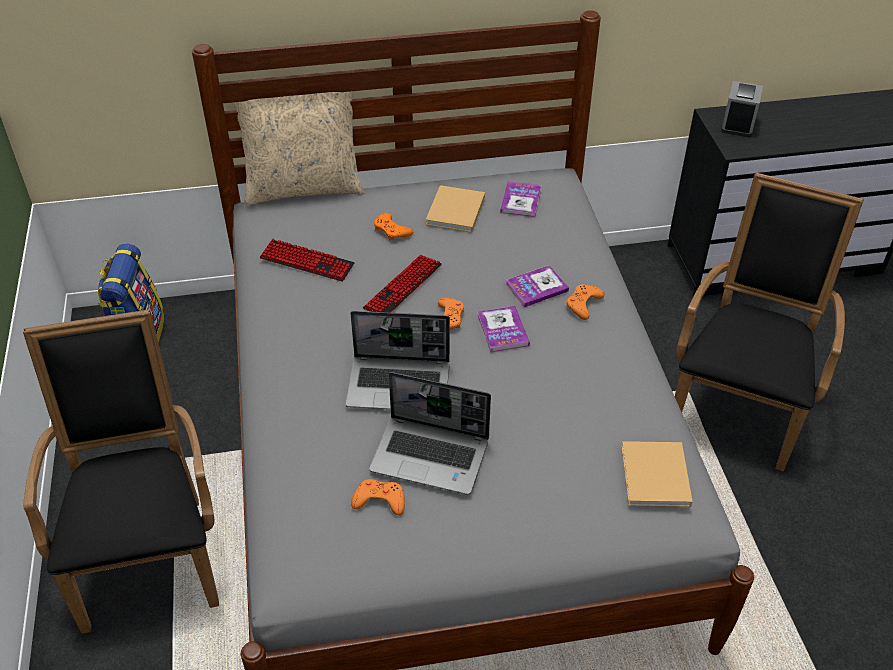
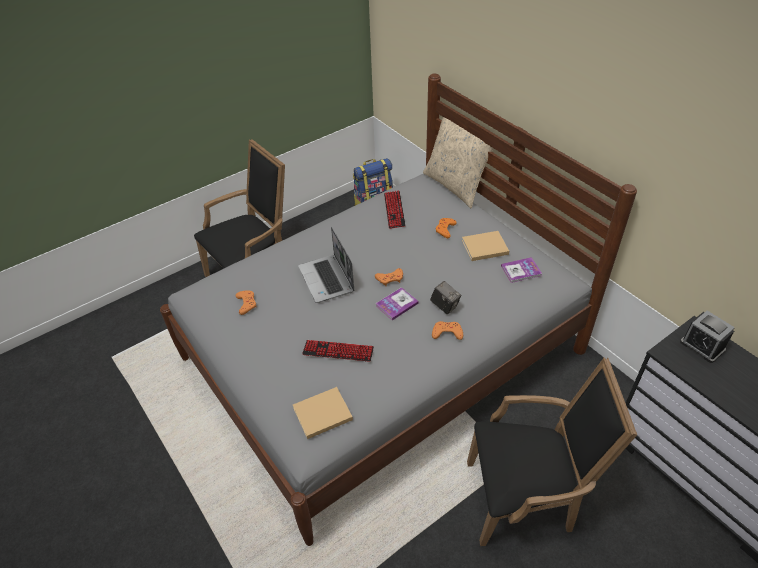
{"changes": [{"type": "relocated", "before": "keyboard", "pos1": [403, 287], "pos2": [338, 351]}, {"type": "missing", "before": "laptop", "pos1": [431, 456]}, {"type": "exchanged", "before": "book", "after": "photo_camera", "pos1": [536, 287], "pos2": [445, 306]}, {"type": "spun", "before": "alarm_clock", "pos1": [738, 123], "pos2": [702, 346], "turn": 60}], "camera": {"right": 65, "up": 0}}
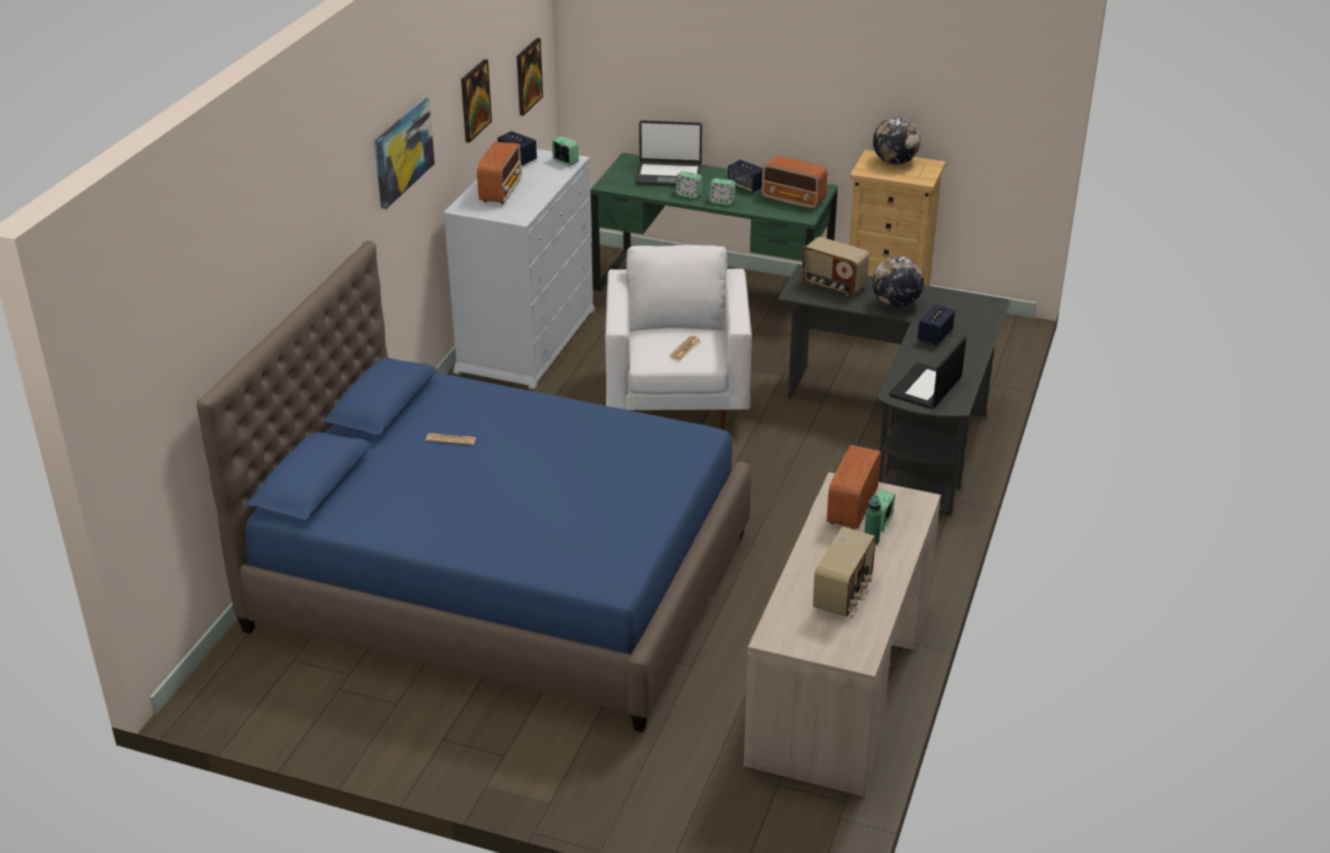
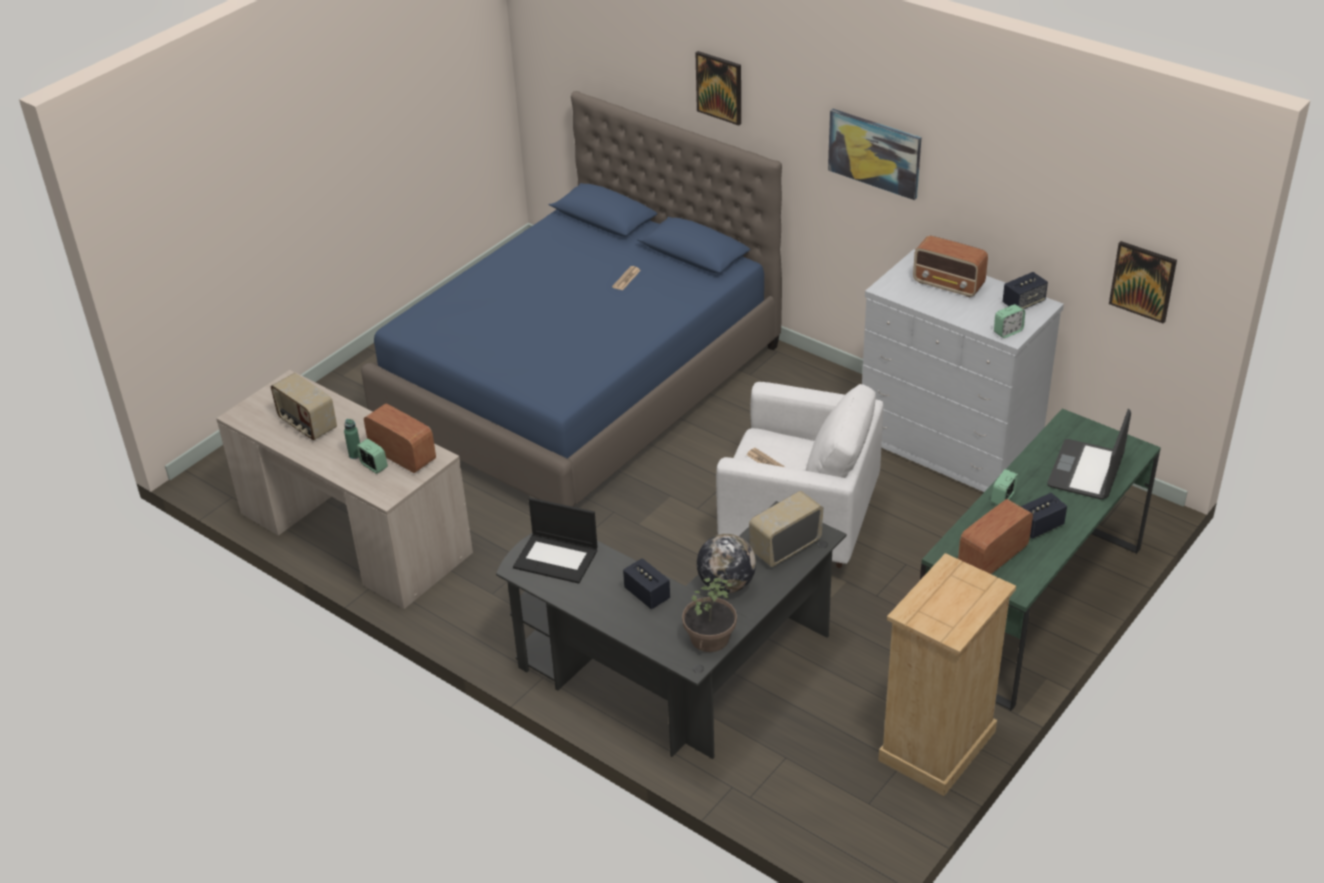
{"changes": [{"type": "relocated", "before": "picture", "pos1": [474, 100], "pos2": [719, 87]}, {"type": "missing", "before": "alarm_clock", "pos1": [688, 195]}, {"type": "missing", "before": "globe", "pos1": [894, 162]}, {"type": "spun", "before": "laptop", "pos1": [926, 387], "pos2": [557, 558], "turn": 150}, {"type": "appeared", "after": "potted_plant", "pos2": [709, 638]}], "camera": {"right": 110, "up": 5}}
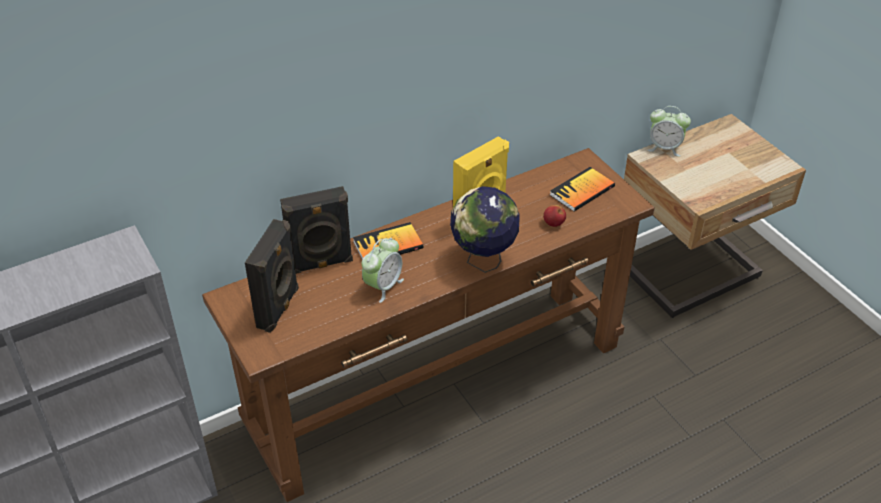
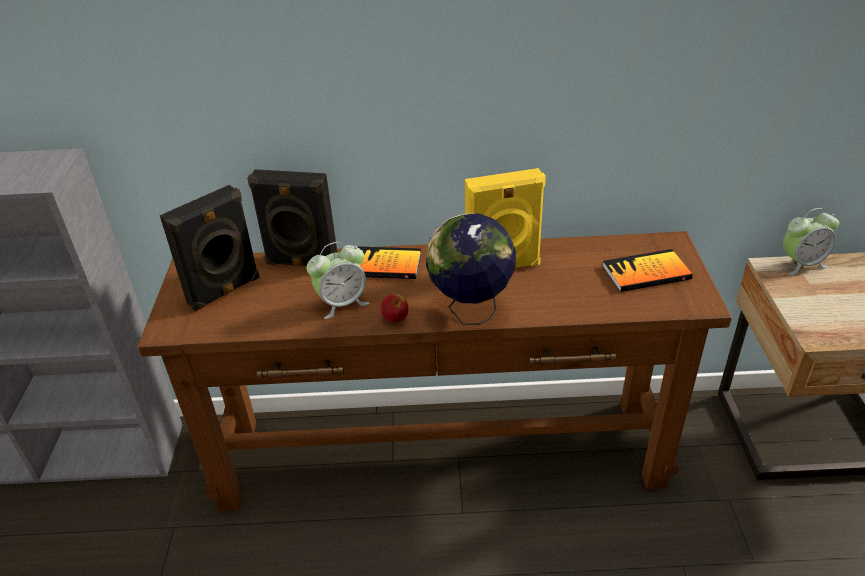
{"changes": [{"type": "relocated", "before": "apple", "pos1": [553, 224], "pos2": [395, 319]}, {"type": "spun", "before": "alarm_clock", "pos1": [665, 148], "pos2": [801, 264], "turn": -60}], "camera": {"right": 30, "up": -5}}
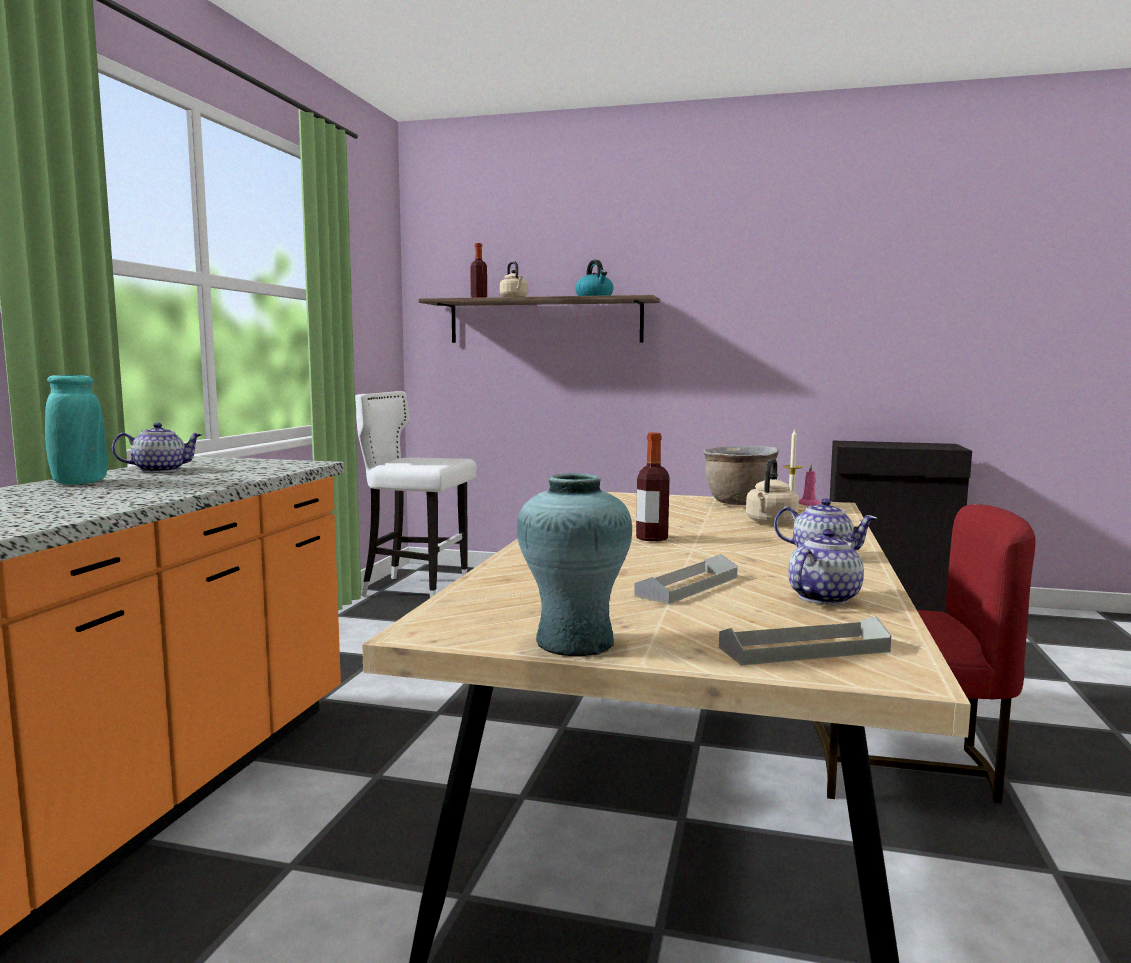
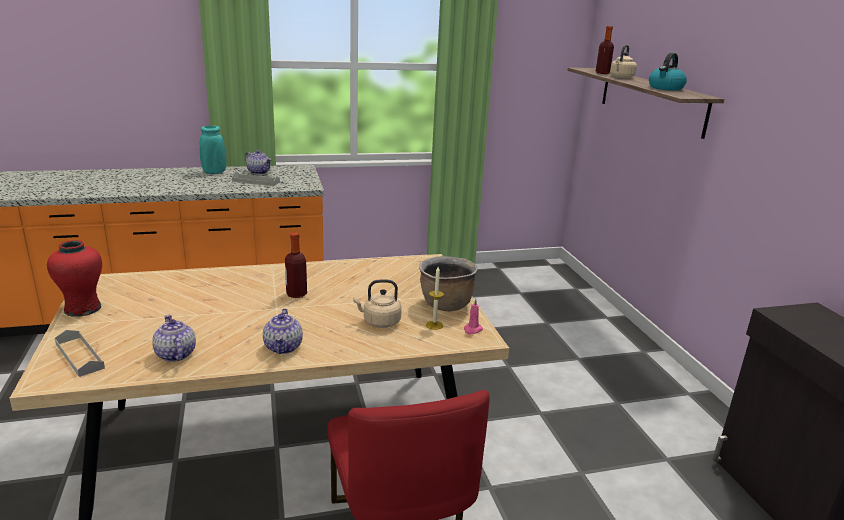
{"changes": [{"type": "missing", "before": "white_stool", "pos1": [417, 589]}, {"type": "colour", "before": "turquoise_vase", "after": "red_vase", "pos1": [574, 642], "pos2": [82, 308]}, {"type": "relocated", "before": "grey_tray", "pos1": [687, 586], "pos2": [256, 181]}, {"type": "spun", "before": "teapot", "pos1": [823, 597], "pos2": [175, 354], "turn": -135}], "camera": {"right": 60, "up": 15}}
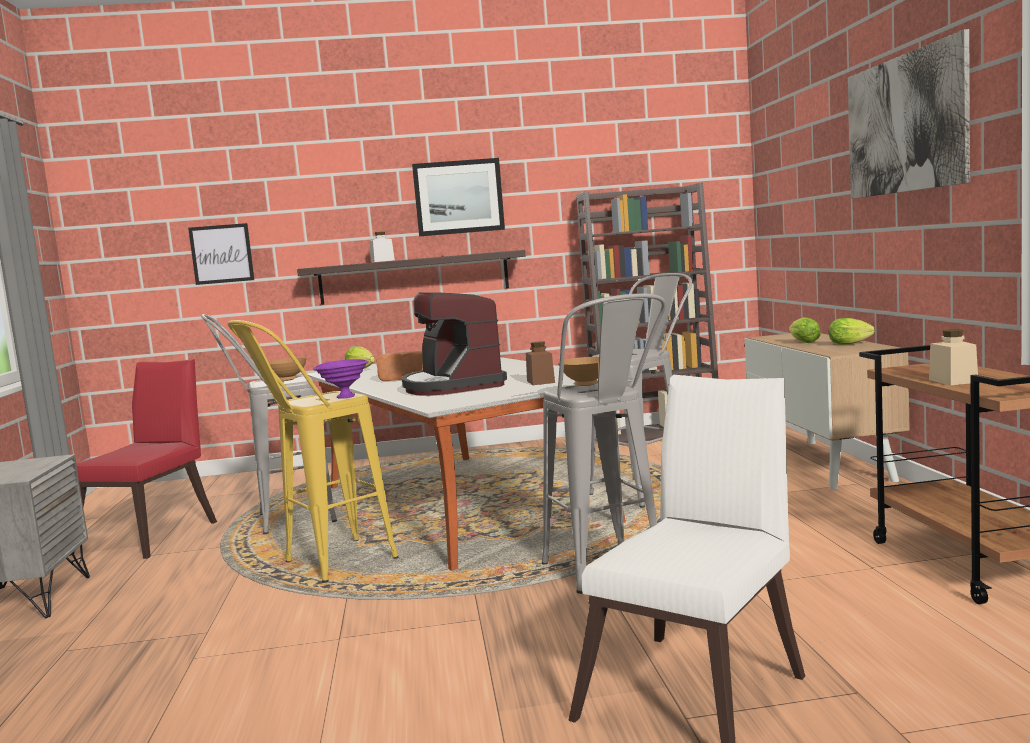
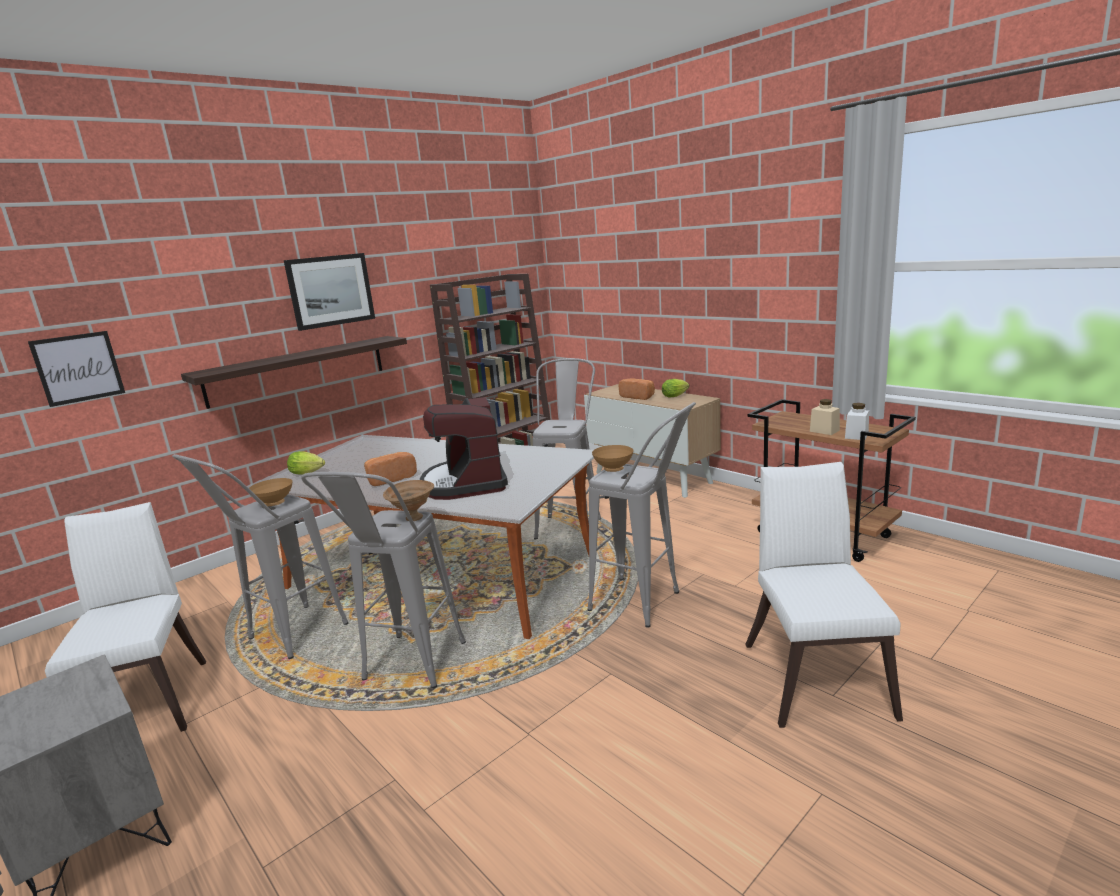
{"changes": [{"type": "colour", "before": "red_chair", "after": "white_chair", "pos1": [153, 535], "pos2": [145, 700]}, {"type": "colour", "before": "yellow_stool", "after": "grey_stool", "pos1": [325, 566], "pos2": [408, 671]}, {"type": "colour", "before": "purple_bowl", "after": "brown_bowl", "pos1": [344, 397], "pos2": [413, 518]}, {"type": "relocated", "before": "white_jar", "pos1": [382, 261], "pos2": [856, 435]}, {"type": "spun", "before": "coffee_machine", "pos1": [452, 386], "pos2": [465, 483], "turn": 45}, {"type": "missing", "before": "brown_jar", "pos1": [540, 382]}, {"type": "exchanged", "before": "lettuce", "after": "bread", "pos1": [802, 342], "pos2": [638, 397]}, {"type": "missing", "before": "picture", "pos1": [904, 124]}], "camera": {"right": -35, "up": 10}}
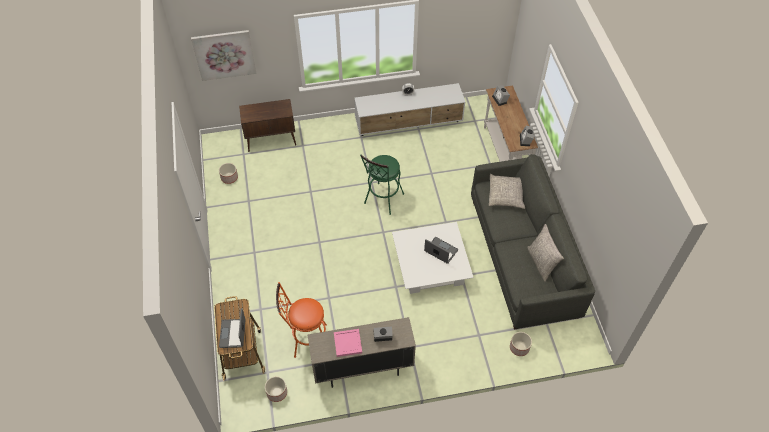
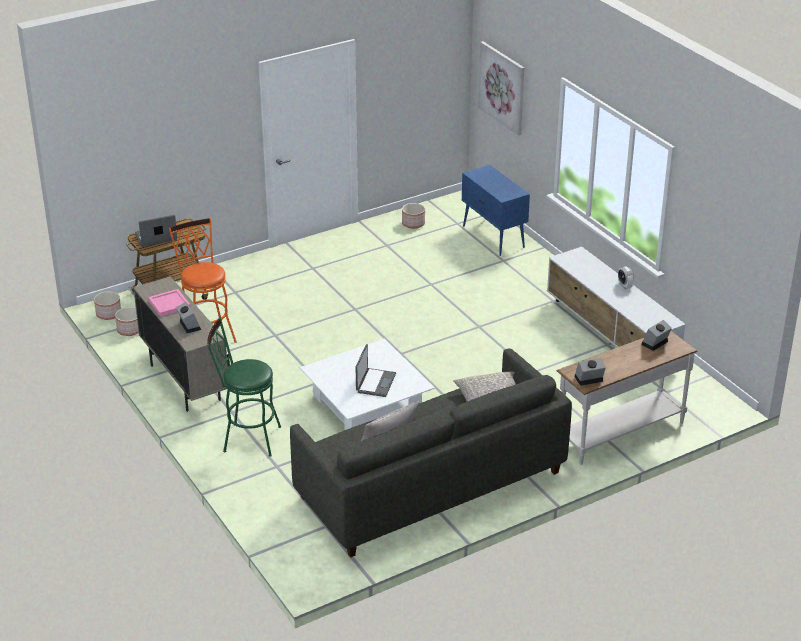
{"changes": [{"type": "colour", "before": "brown_cabinet", "after": "blue_cabinet", "pos1": [272, 140], "pos2": [494, 237]}, {"type": "relocated", "before": "green_stool", "pos1": [382, 201], "pos2": [247, 438]}, {"type": "relocated", "before": "planter", "pos1": [519, 348], "pos2": [108, 314]}], "camera": {"right": 70, "up": -20}}
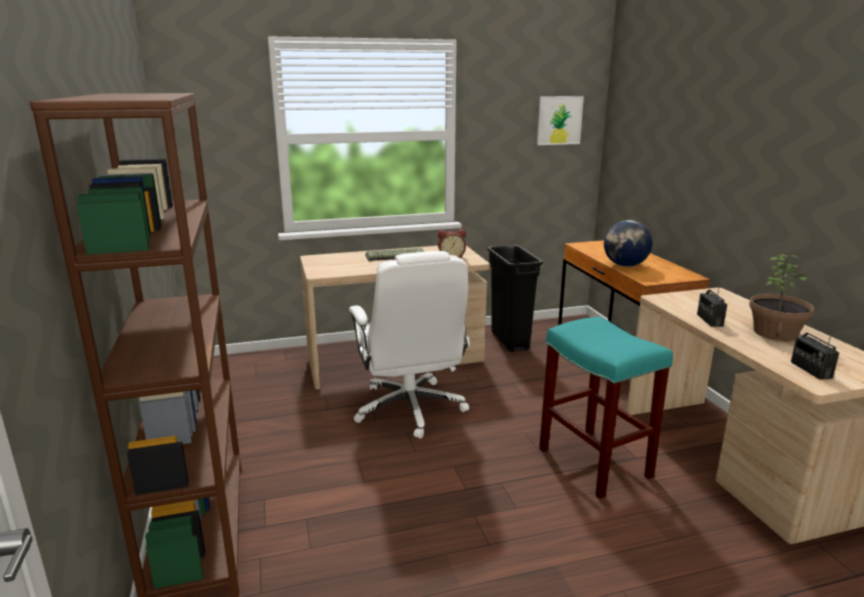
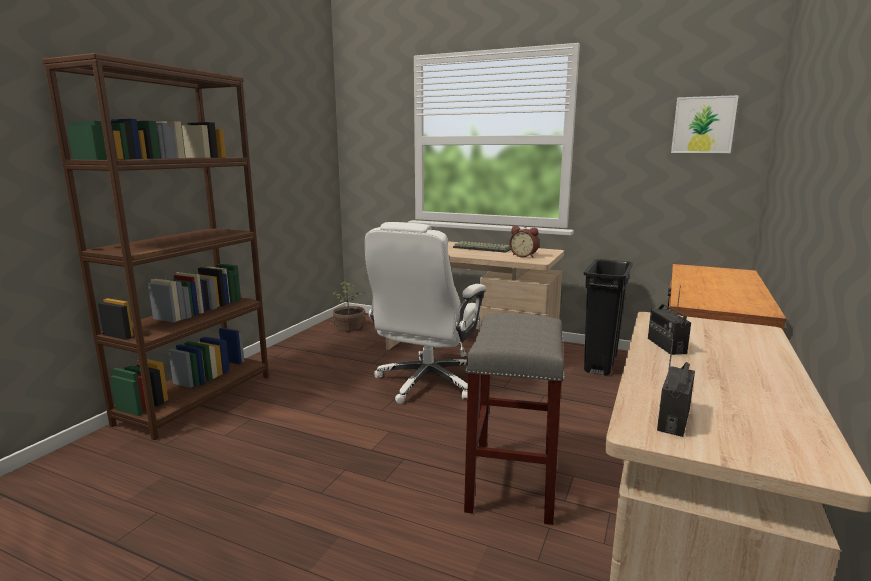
{"changes": [{"type": "colour", "before": "turquoise_stool", "after": "grey_stool", "pos1": [592, 462], "pos2": [511, 482]}, {"type": "missing", "before": "globe", "pos1": [625, 265]}, {"type": "spun", "before": "radio", "pos1": [709, 320], "pos2": [666, 346], "turn": -45}, {"type": "relocated", "before": "potted_plant", "pos1": [776, 333], "pos2": [349, 327]}], "camera": {"right": 40, "up": -5}}
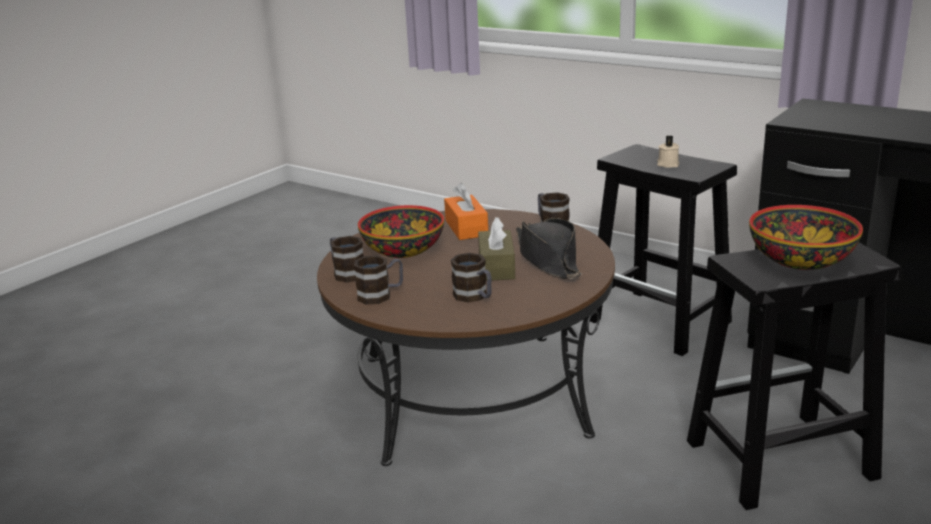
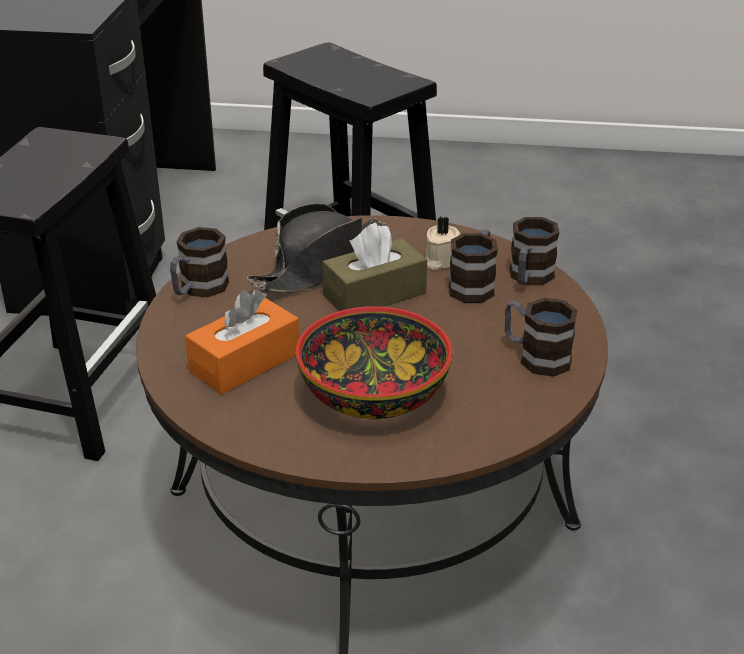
{"changes": [{"type": "relocated", "before": "mug", "pos1": [346, 273], "pos2": [528, 278]}, {"type": "relocated", "before": "beige_candle", "pos1": [667, 164], "pos2": [439, 261]}, {"type": "missing", "before": "bowl", "pos1": [799, 260]}], "camera": {"right": -120, "up": 10}}
